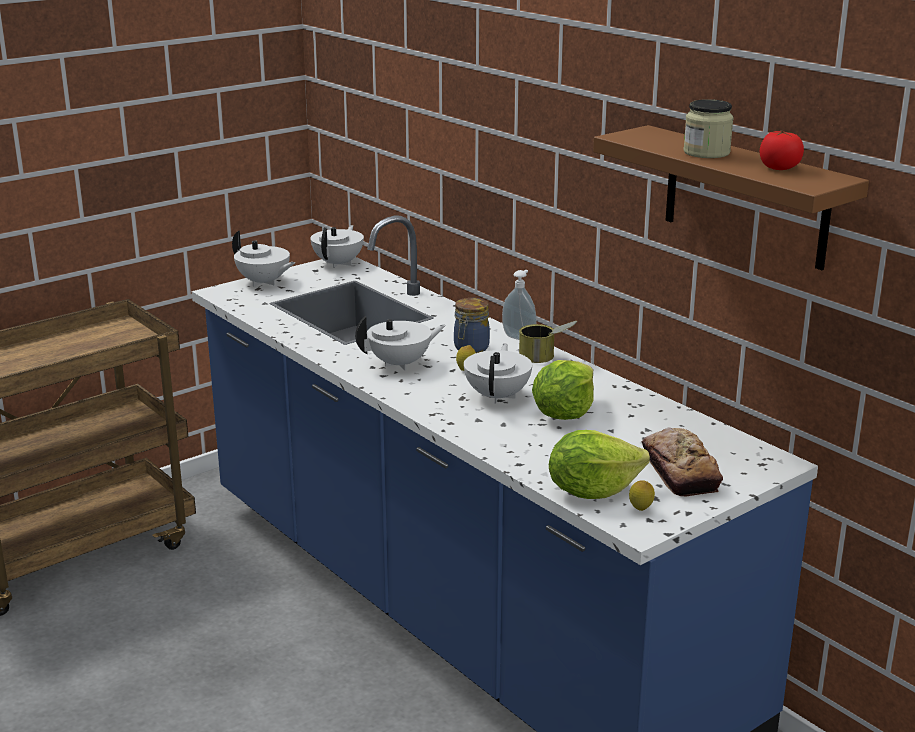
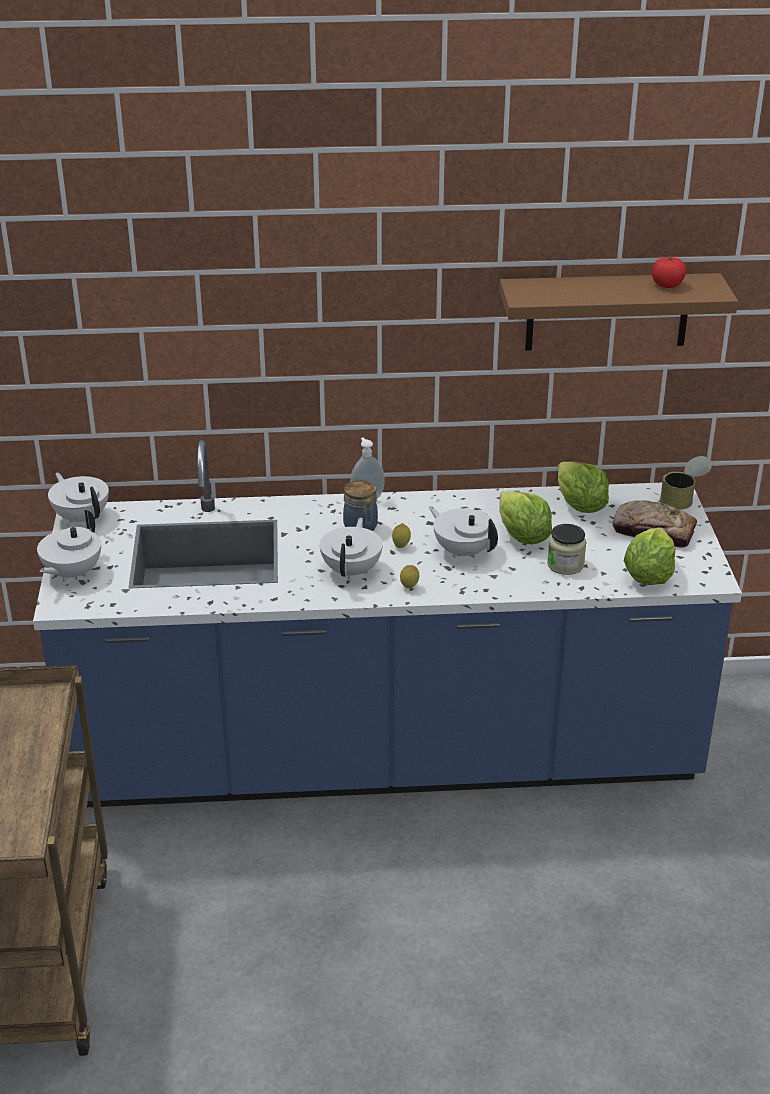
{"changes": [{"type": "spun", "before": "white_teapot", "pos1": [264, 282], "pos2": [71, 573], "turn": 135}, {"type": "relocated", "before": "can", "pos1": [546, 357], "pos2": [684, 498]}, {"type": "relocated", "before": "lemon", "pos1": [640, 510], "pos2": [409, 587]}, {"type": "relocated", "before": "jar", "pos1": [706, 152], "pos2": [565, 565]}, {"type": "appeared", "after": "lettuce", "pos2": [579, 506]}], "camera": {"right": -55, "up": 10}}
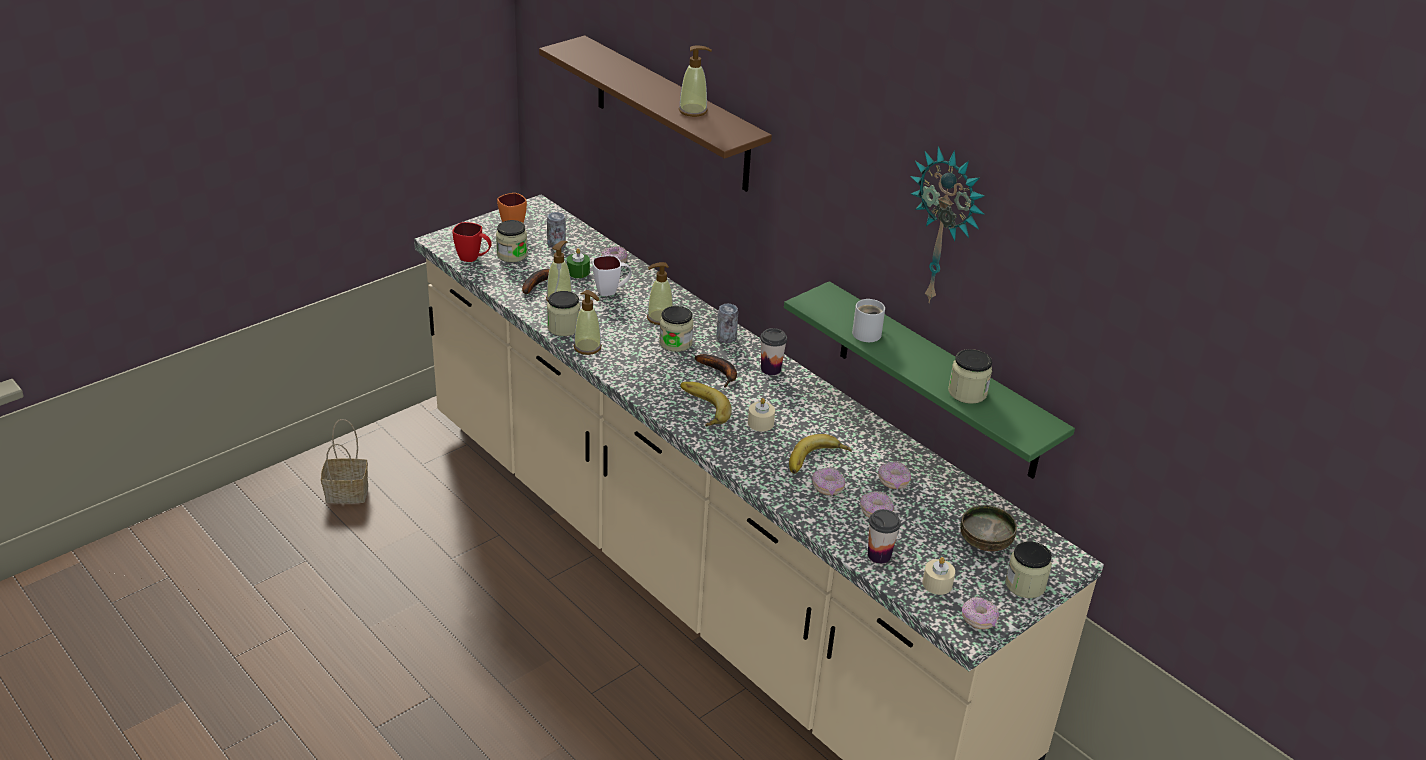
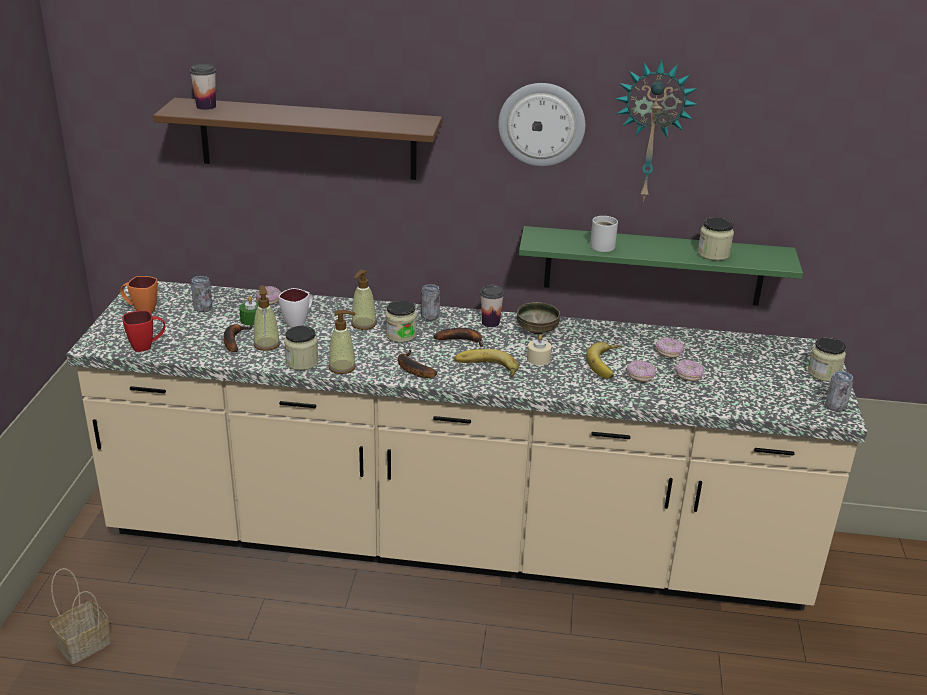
{"changes": [{"type": "missing", "before": "jar", "pos1": [512, 255]}, {"type": "missing", "before": "soap_dispenser", "pos1": [693, 111]}, {"type": "relocated", "before": "cup", "pos1": [879, 555], "pos2": [206, 106]}, {"type": "missing", "before": "beige_candle", "pos1": [937, 584]}, {"type": "relocated", "before": "bowl", "pos1": [985, 543], "pos2": [537, 330]}, {"type": "exchanged", "before": "donut", "after": "can", "pos1": [978, 619], "pos2": [835, 406]}, {"type": "appeared", "after": "banana", "pos2": [412, 369]}, {"type": "appeared", "after": "wall_clock", "pos2": [541, 124]}], "camera": {"right": -40, "up": -5}}
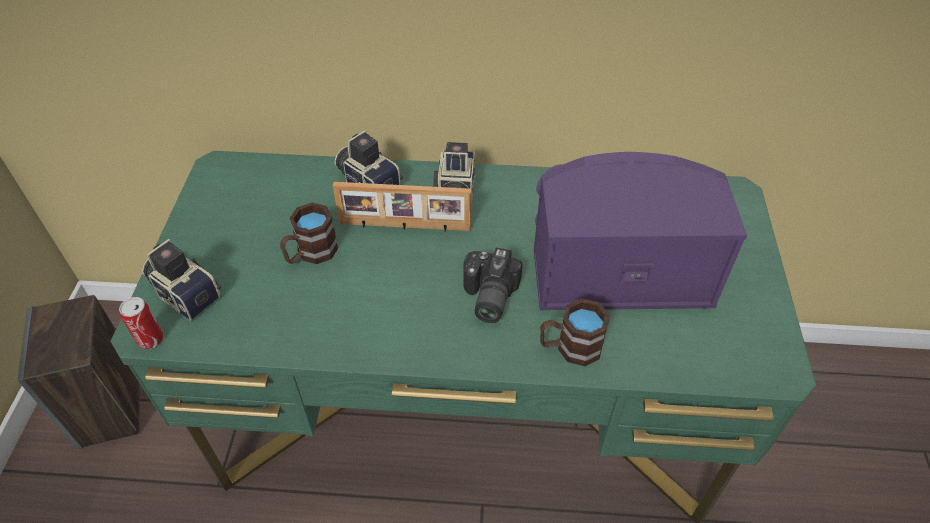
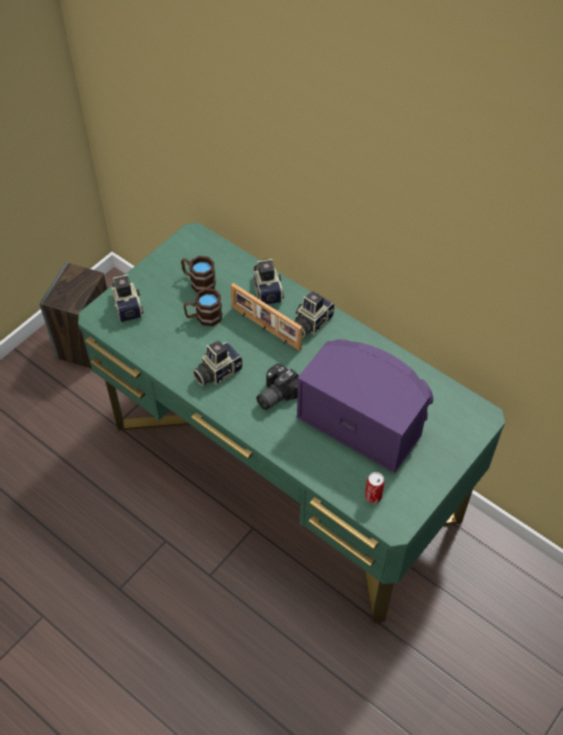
{"changes": [{"type": "relocated", "before": "can", "pos1": [150, 339], "pos2": [373, 496]}, {"type": "relocated", "before": "brown_mug", "pos1": [570, 347], "pos2": [198, 281]}, {"type": "appeared", "after": "photo_camera", "pos2": [216, 372]}], "camera": {"right": 35, "up": 5}}
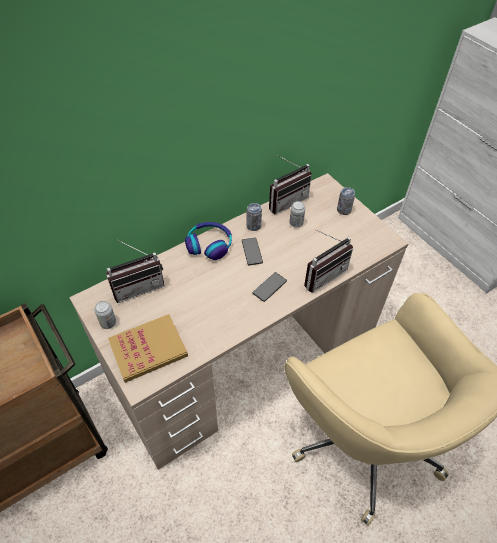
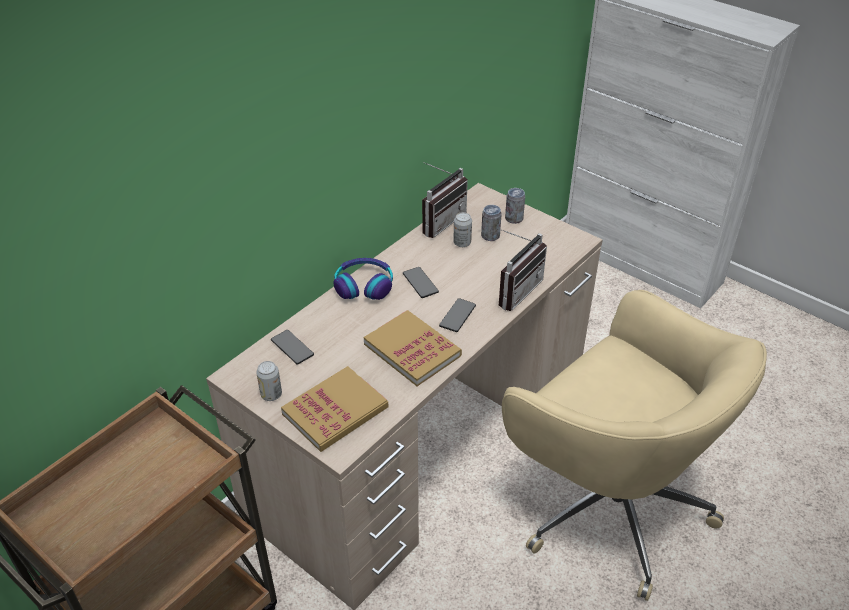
{"changes": [{"type": "exchanged", "before": "radio", "after": "phone", "pos1": [138, 286], "pos2": [292, 347]}, {"type": "relocated", "before": "can", "pos1": [253, 226], "pos2": [490, 236]}, {"type": "appeared", "after": "book", "pos2": [412, 350]}], "camera": {"right": -15, "up": -10}}
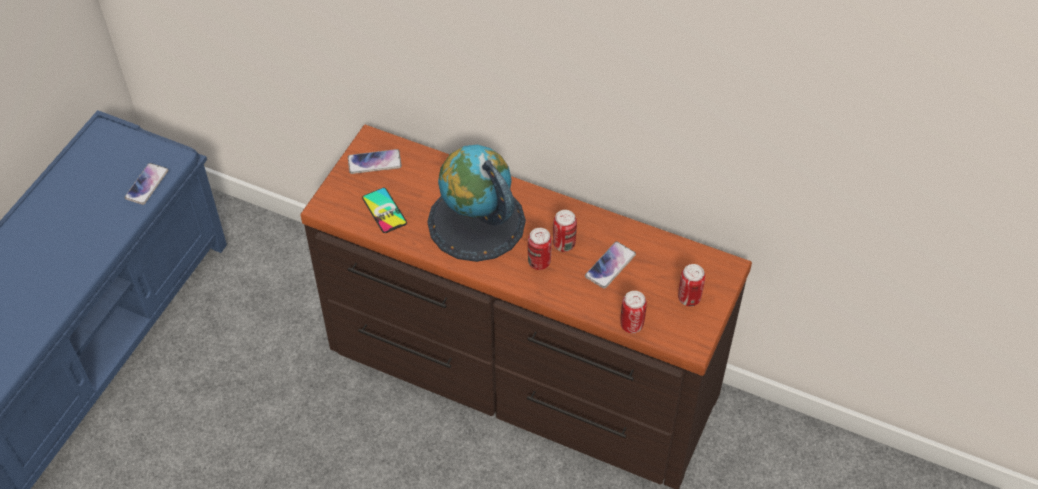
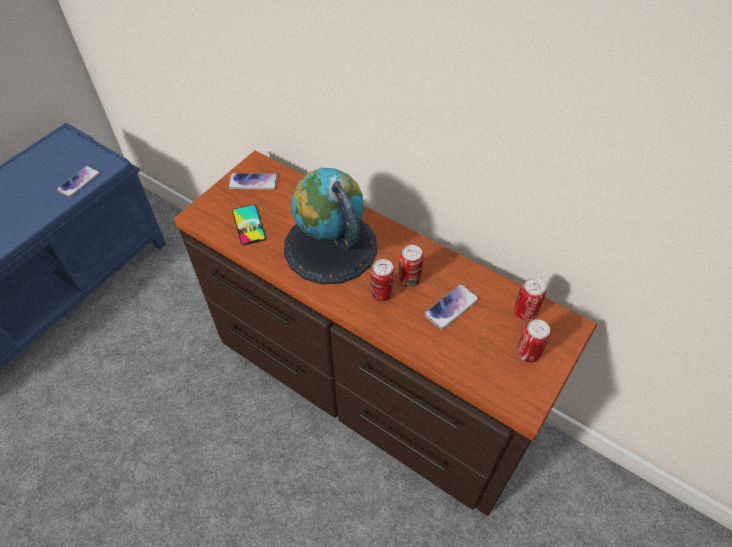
{"changes": [{"type": "relocated", "before": "can", "pos1": [631, 325], "pos2": [524, 312]}], "camera": {"right": 10, "up": 0}}
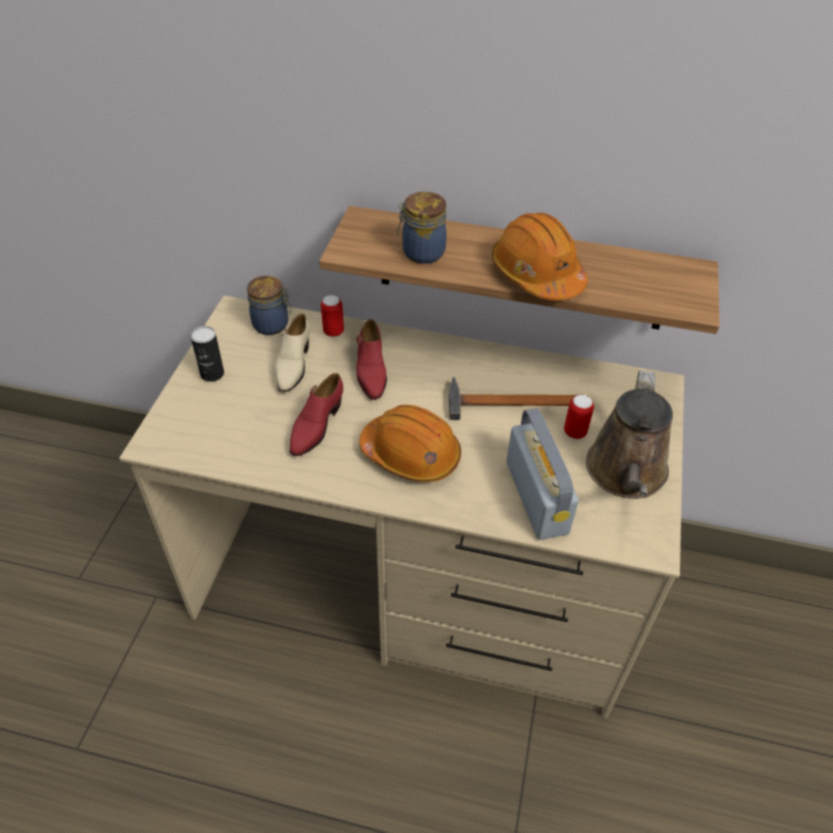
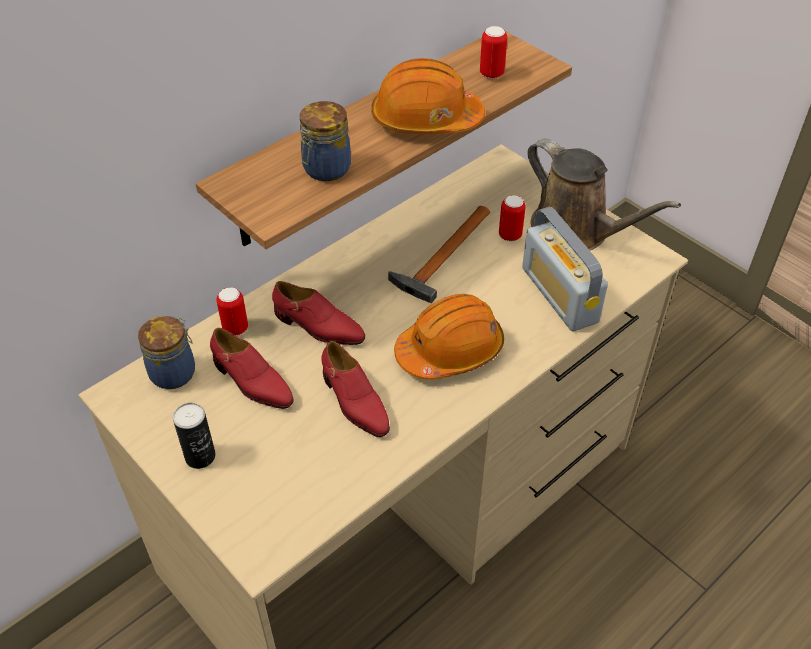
{"changes": [{"type": "colour", "before": "beige_shoe", "after": "red_shoe", "pos1": [293, 364], "pos2": [252, 382]}, {"type": "spun", "before": "radio", "pos1": [536, 496], "pos2": [559, 295], "turn": -135}, {"type": "appeared", "after": "can", "pos2": [491, 74]}], "camera": {"right": -55, "up": 0}}
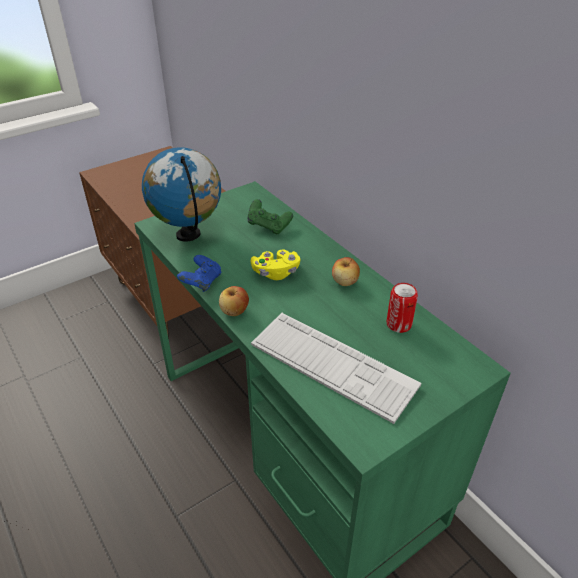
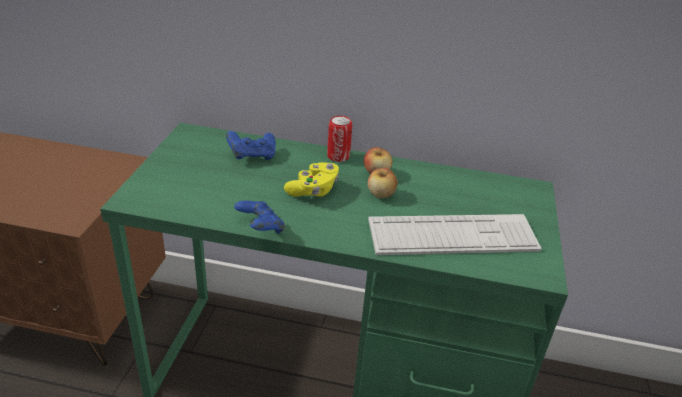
{"changes": [{"type": "missing", "before": "globe", "pos1": [189, 235]}, {"type": "relocated", "before": "apple", "pos1": [234, 311], "pos2": [381, 194]}, {"type": "colour", "before": "green_game_controller", "after": "blue_game_controller", "pos1": [269, 226], "pos2": [252, 156]}, {"type": "relocated", "before": "can", "pos1": [398, 324], "pos2": [338, 156]}], "camera": {"right": -45, "up": -5}}
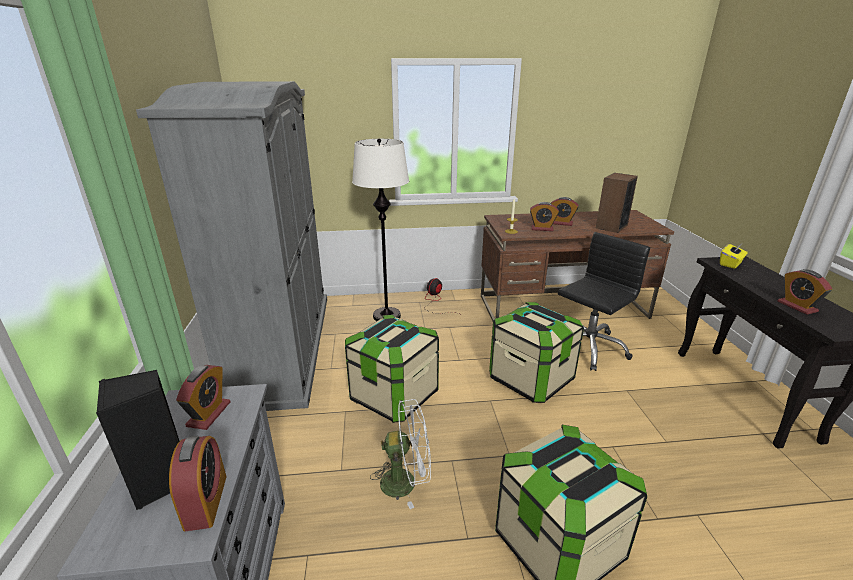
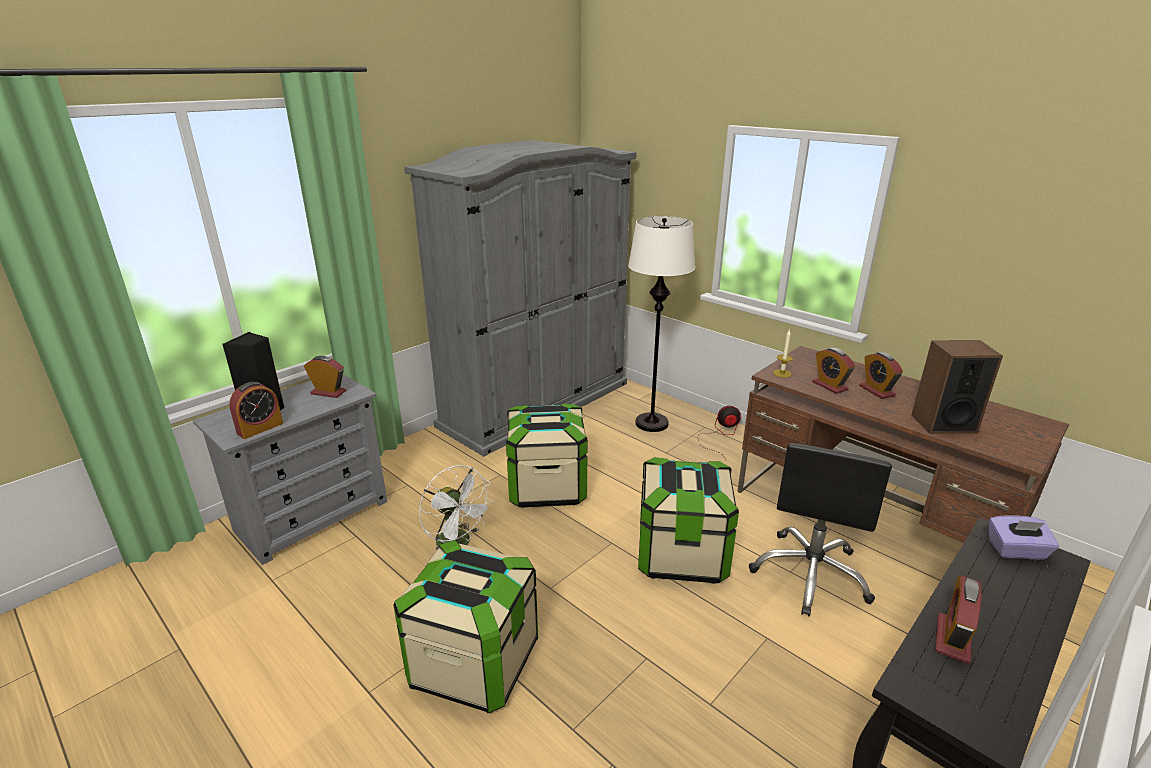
{"changes": [{"type": "spun", "before": "alarm_clock", "pos1": [209, 414], "pos2": [328, 392], "turn": -135}, {"type": "spun", "before": "black_office_chair", "pos1": [588, 347], "pos2": [810, 574], "turn": 105}, {"type": "colour", "before": "yellow_tissue_box", "after": "purple_tissue_box", "pos1": [730, 264], "pos2": [1016, 551]}], "camera": {"right": 50, "up": 0}}
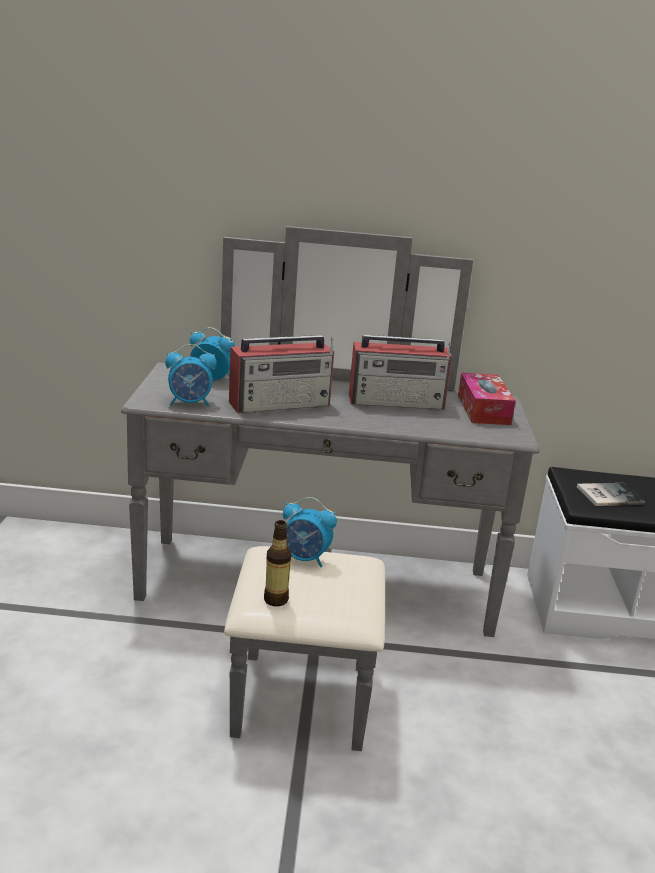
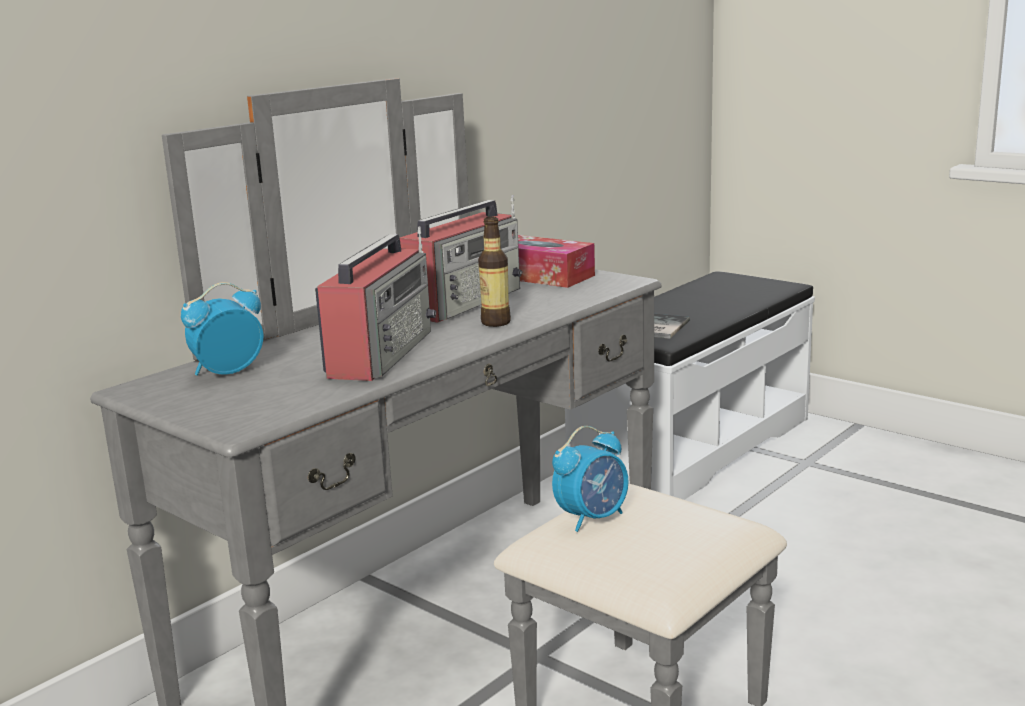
{"changes": [{"type": "missing", "before": "alarm_clock", "pos1": [190, 403]}, {"type": "relocated", "before": "bottle", "pos1": [276, 600], "pos2": [496, 322]}], "camera": {"right": -50, "up": -5}}
